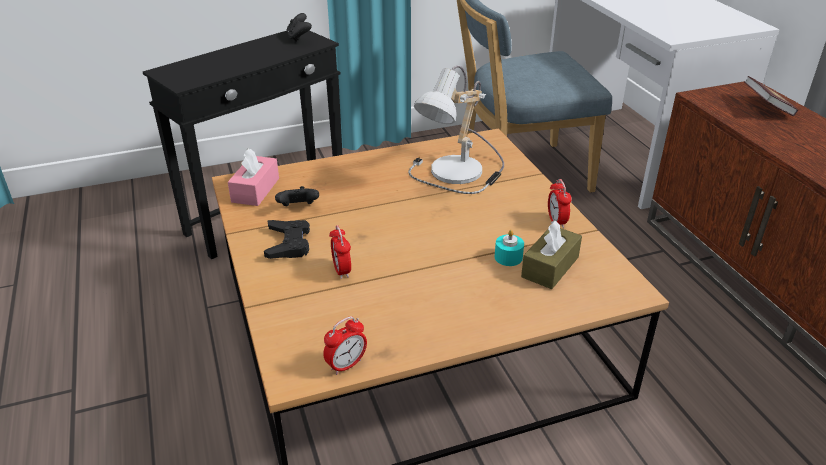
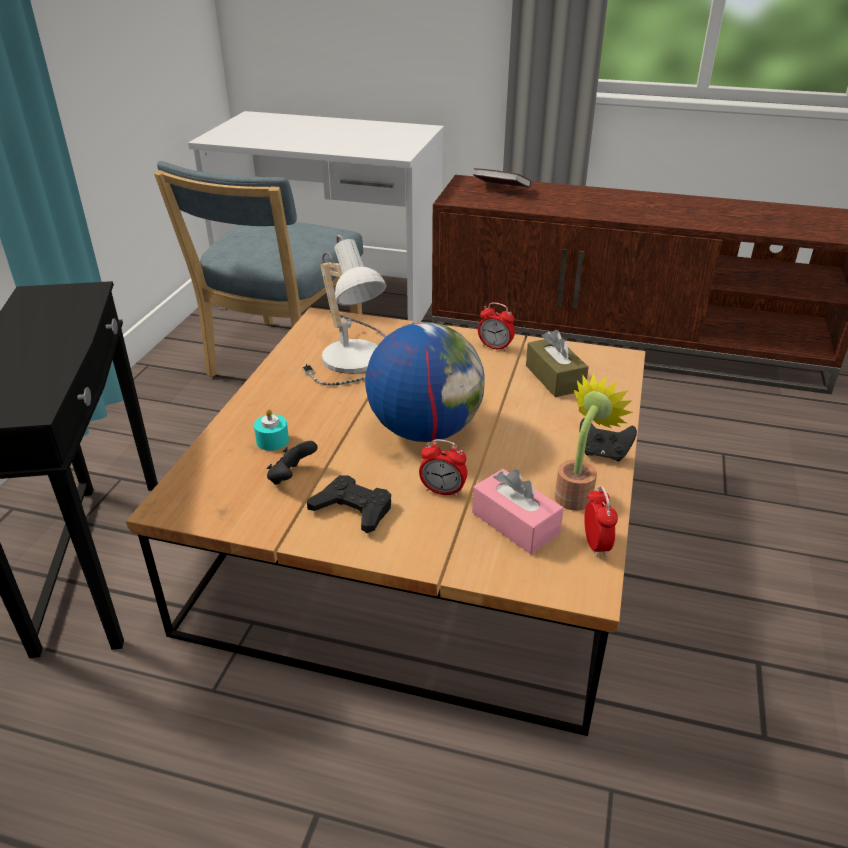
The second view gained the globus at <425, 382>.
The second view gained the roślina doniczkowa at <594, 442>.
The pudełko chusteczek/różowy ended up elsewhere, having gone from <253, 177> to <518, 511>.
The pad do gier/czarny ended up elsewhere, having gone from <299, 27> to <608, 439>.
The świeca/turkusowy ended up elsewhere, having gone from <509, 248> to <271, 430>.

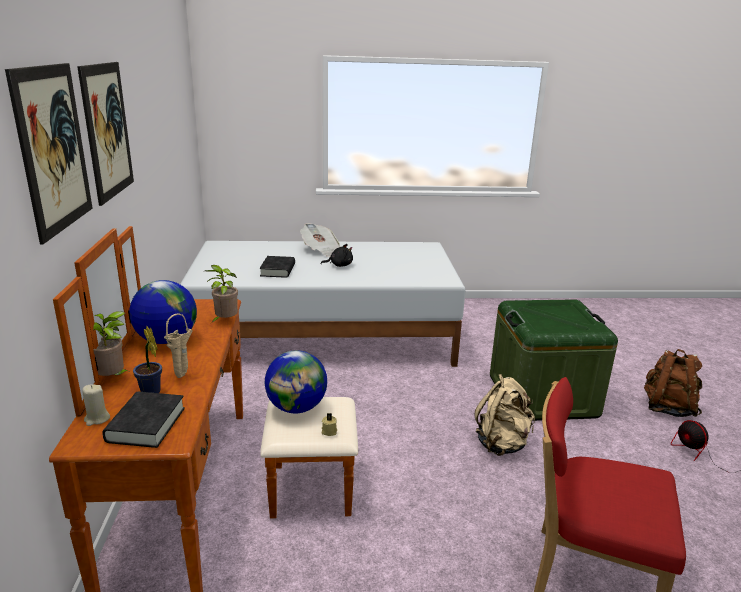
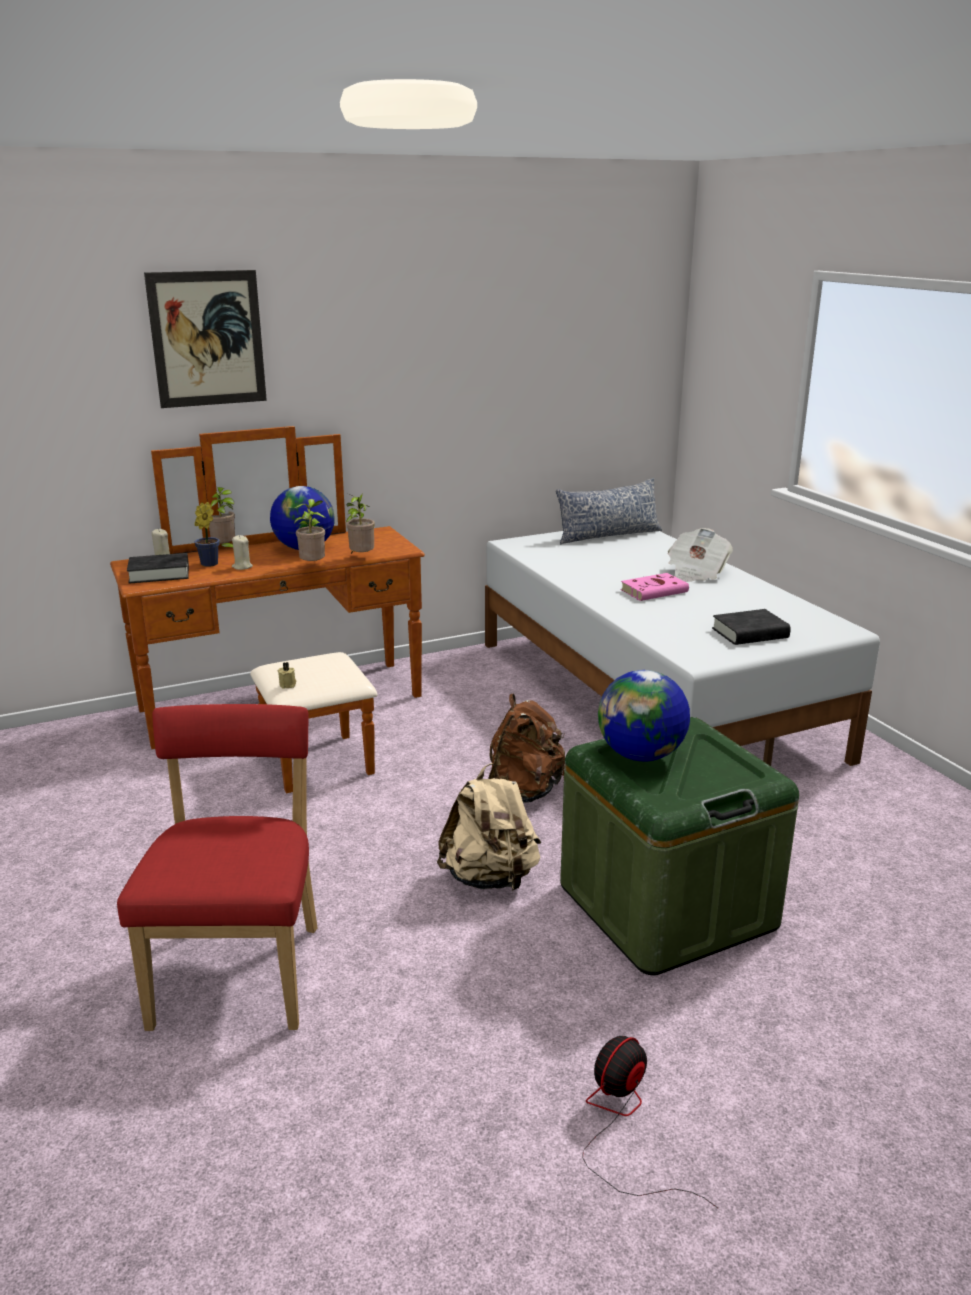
The second view lost the obraz at <105, 134>.
The second view gained the roślina doniczkowa at <309, 530>.
The second view gained the poduszka at <609, 511>.
The książka/czarny ended up elsewhere, having gone from <277, 267> to <751, 627>.
The globus ended up elsewhere, having gone from <295, 382> to <644, 715>.
The plecak/brązowy ended up elsewhere, having gone from <673, 383> to <526, 748>.
Where the wazon/beżowy stood at <178, 346>, the świeca/beżowy came to stand at <242, 552>.
Where the pluszak/czarny stood at <337, 255>, the książka/różowy came to stand at <655, 587>.

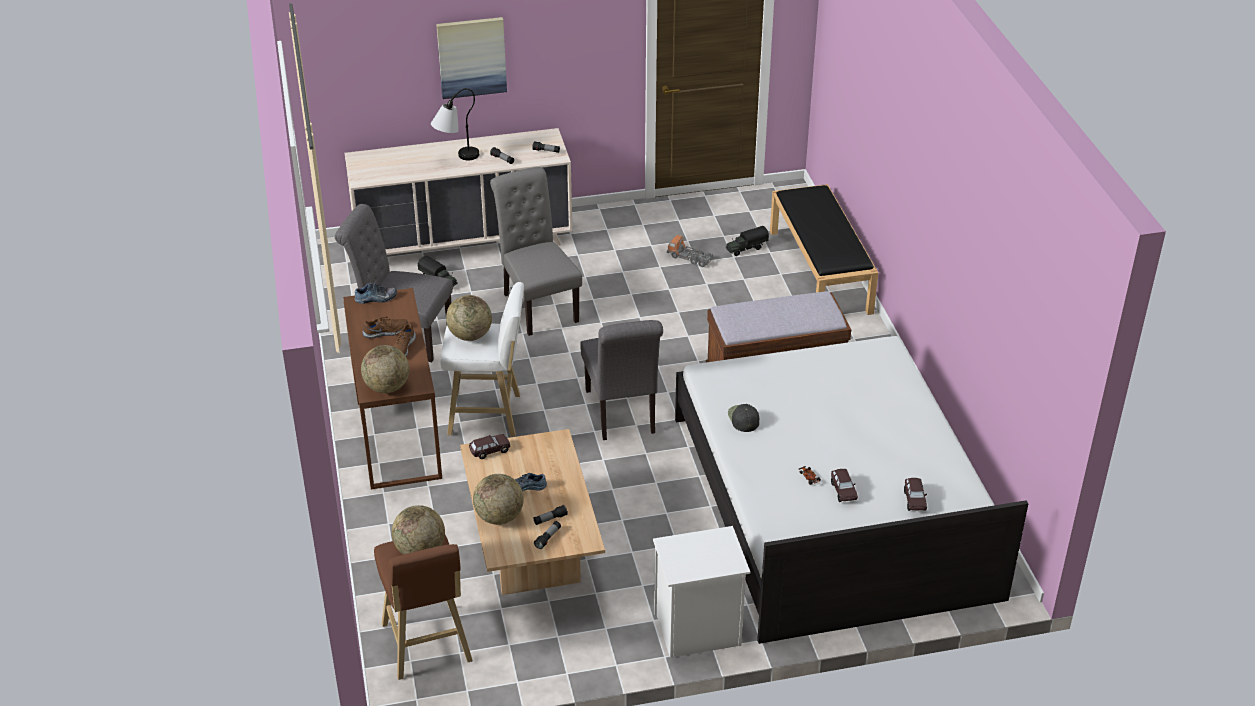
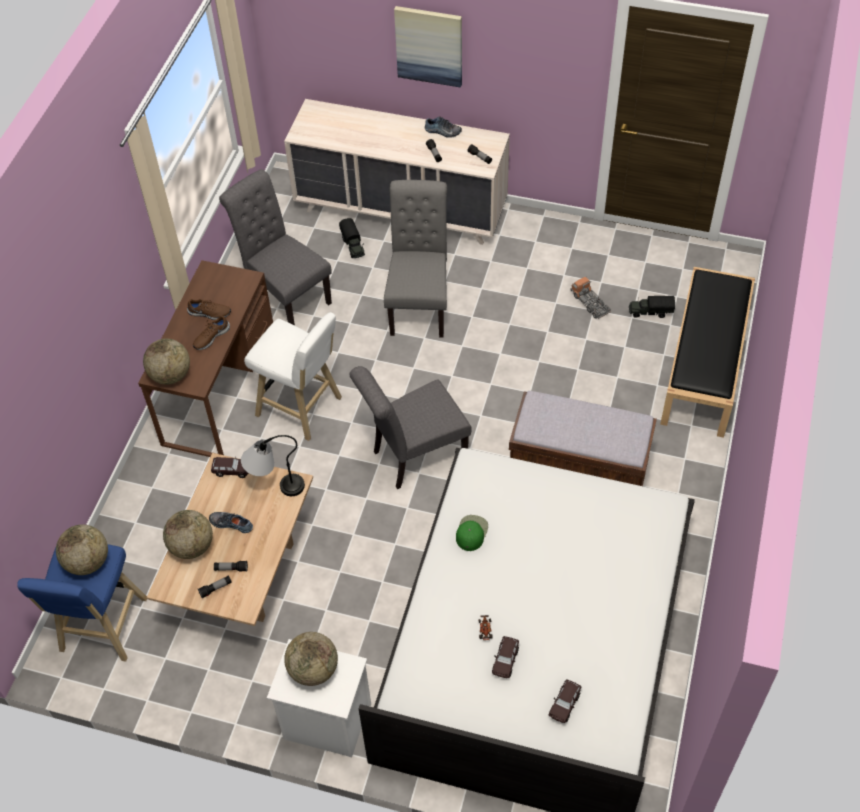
The but ended up elsewhere, having gone from <375, 293> to <443, 127>.
The lampa stołowa ended up elsewhere, having gone from <455, 124> to <273, 465>.
The globus ended up elsewhere, having gone from <469, 318> to <311, 659>.
What was the stołek/brązowy at <423, 607> turned into the stołek/niebieski at <82, 603>.
What was the czapka z daszkiem/czarny at <743, 418> turned into the czapka z daszkiem/zielony at <472, 533>.
The krzesło/szary at <621, 380> ended up facing another way, 45 degrees clockwise from before.

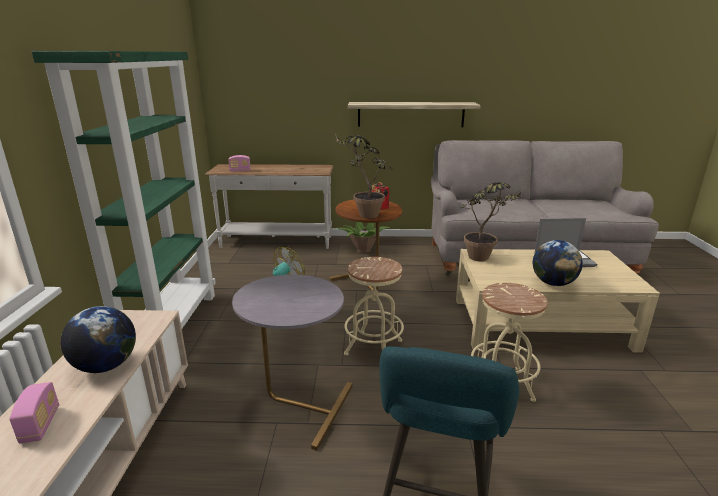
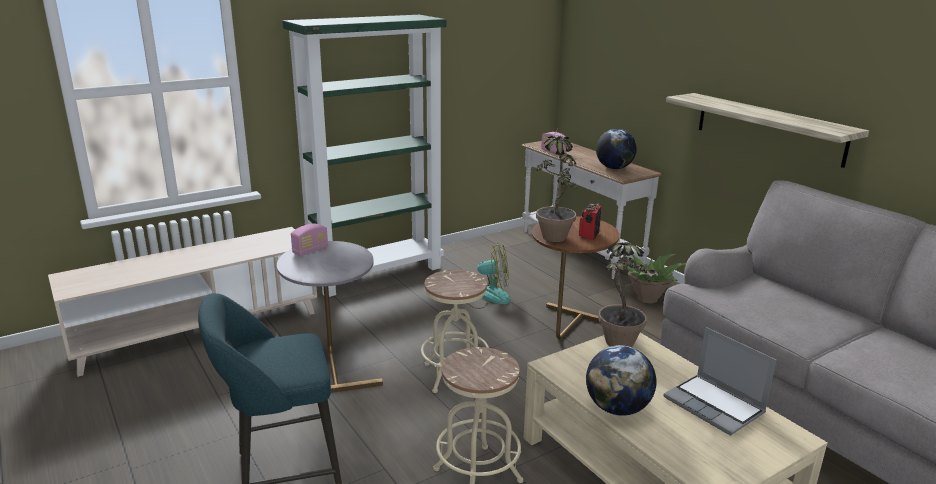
The radio ended up elsewhere, having gone from <34, 413> to <309, 240>.
The globus ended up elsewhere, having gone from <98, 339> to <616, 149>.

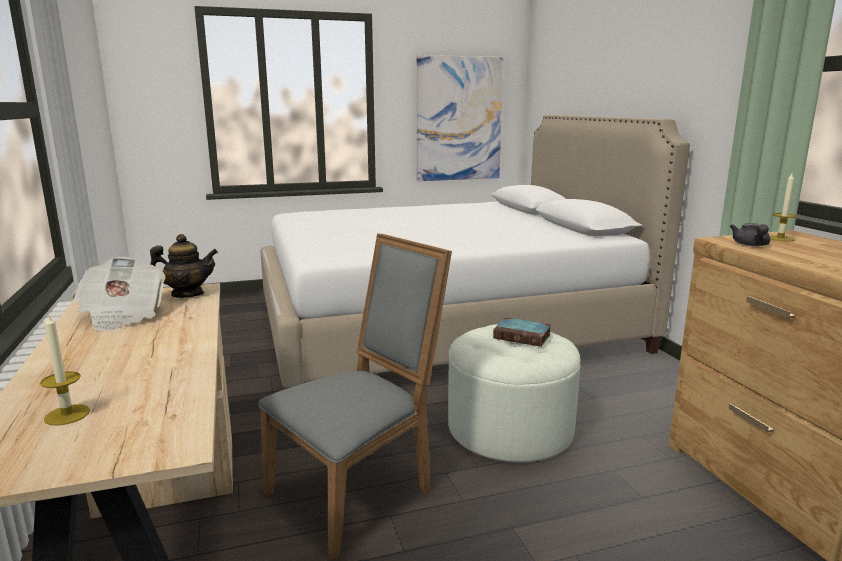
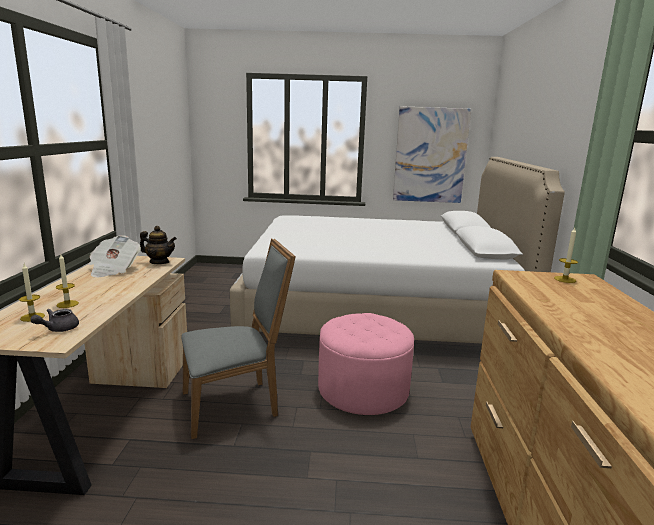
The second view lost the książka at <522, 332>.
The second view gained the świeca at <67, 281>.
The imbryk/szary ended up elsewhere, having gone from <750, 234> to <54, 320>.
What was the pufa/biały at <514, 393> turned into the pufa/różowy at <366, 364>.

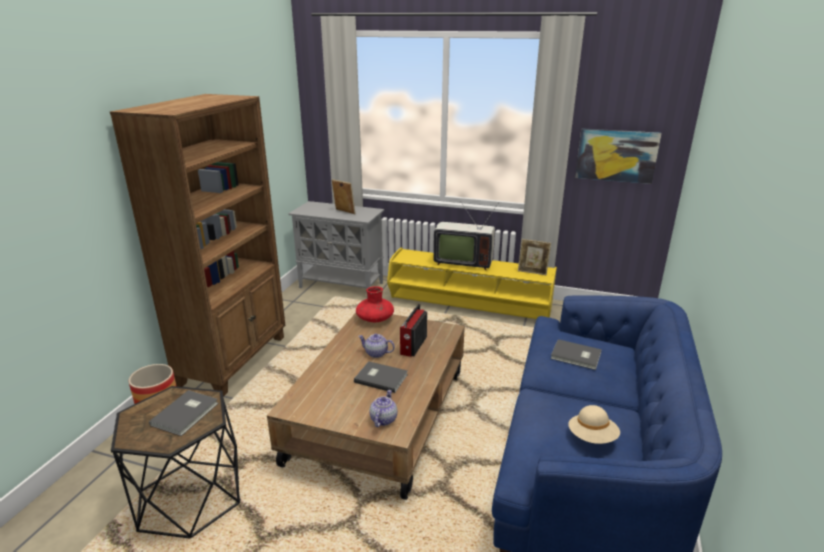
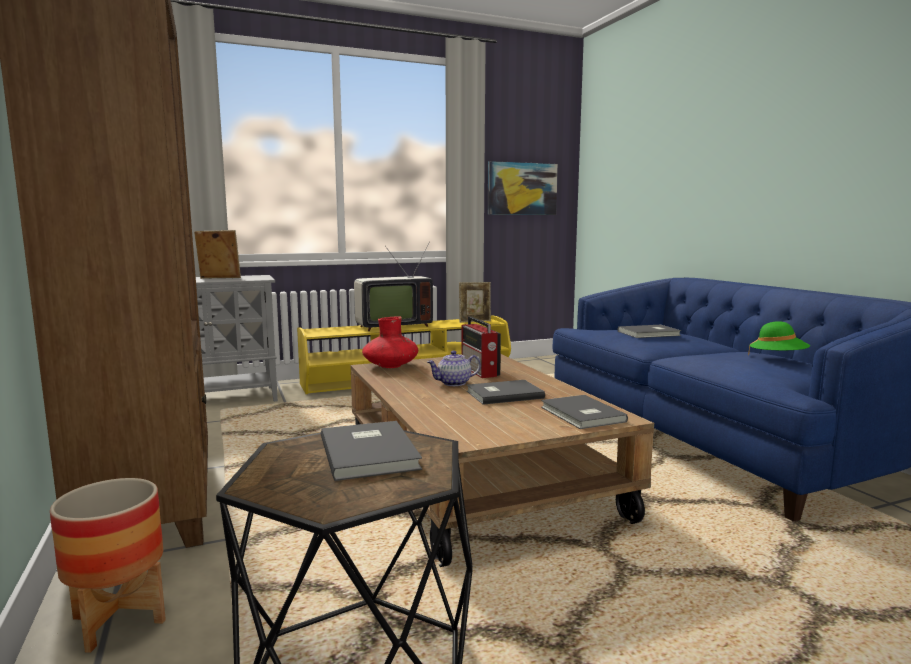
Where the imbryk stood at <383, 408>, the książka/szary came to stand at <584, 412>.
What was the kapelusz/beżowy at <594, 424> turned into the kapelusz/zielony at <779, 338>.

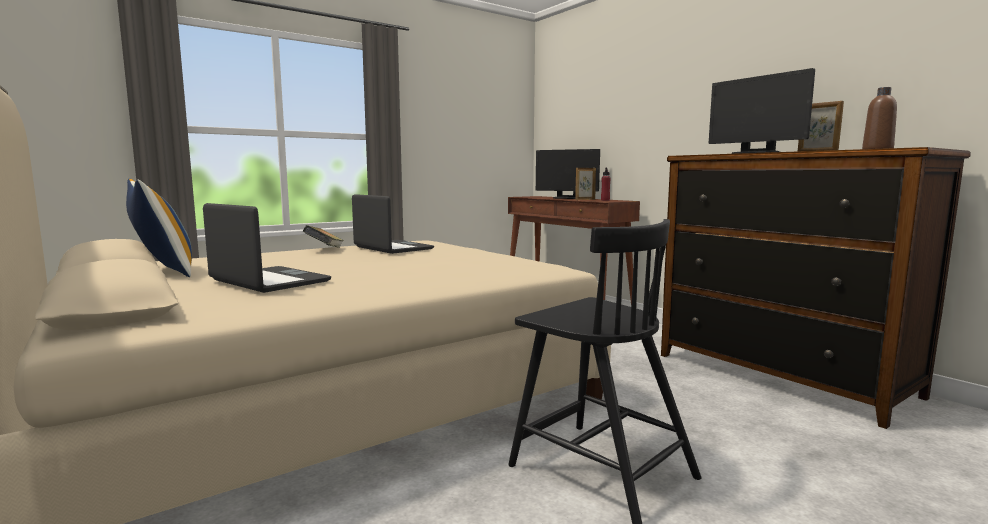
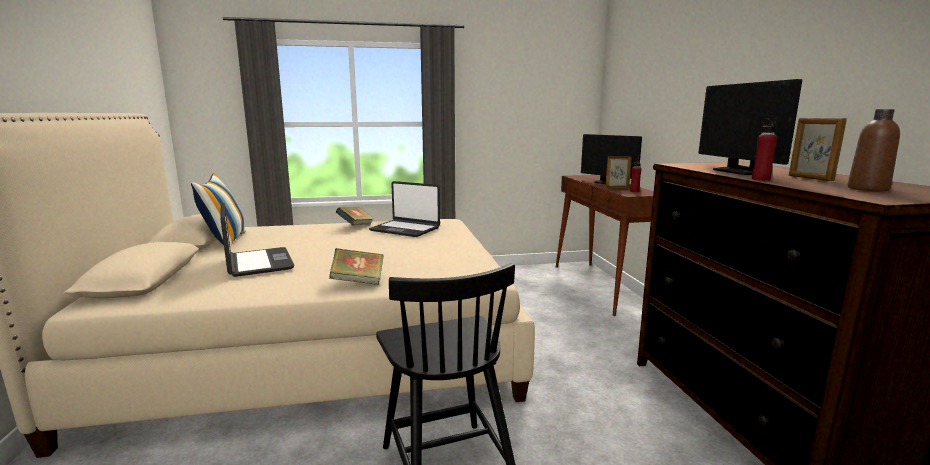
The second view gained the książka at <356, 266>.
The second view gained the butelka/czerwony at <764, 149>.
The laptop at <393, 224> ended up facing another way, 135 degrees clockwise from before.

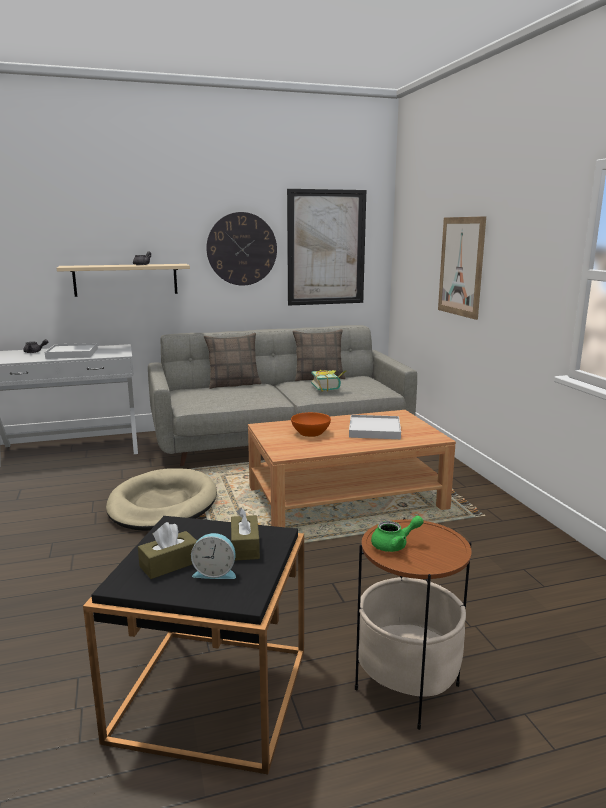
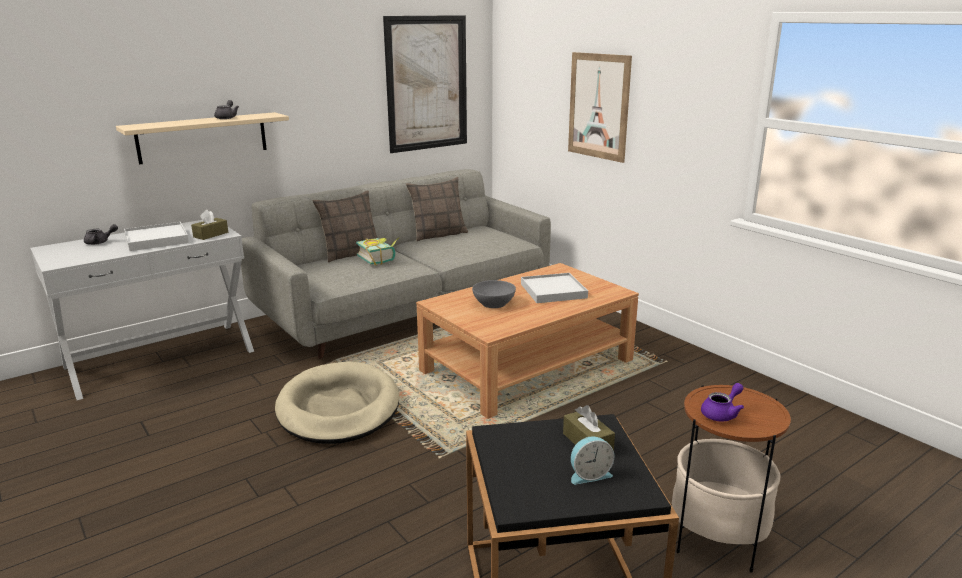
The second view lost the zegar ścienny at <241, 249>.
The pudełko chusteczek/brązowy ended up elsewhere, having gone from <167, 550> to <209, 225>.
The książka ended up elsewhere, having gone from <328, 381> to <377, 252>.
What was the miska/pomarańczowy at <311, 424> turned into the miska/szary at <494, 294>.
What was the imbryk/zielony at <397, 534> turned into the imbryk/fioletowy at <722, 402>.

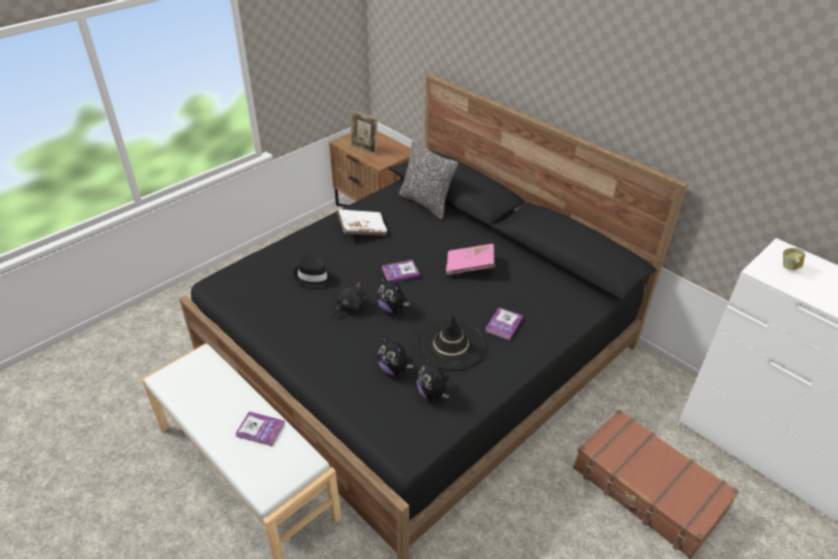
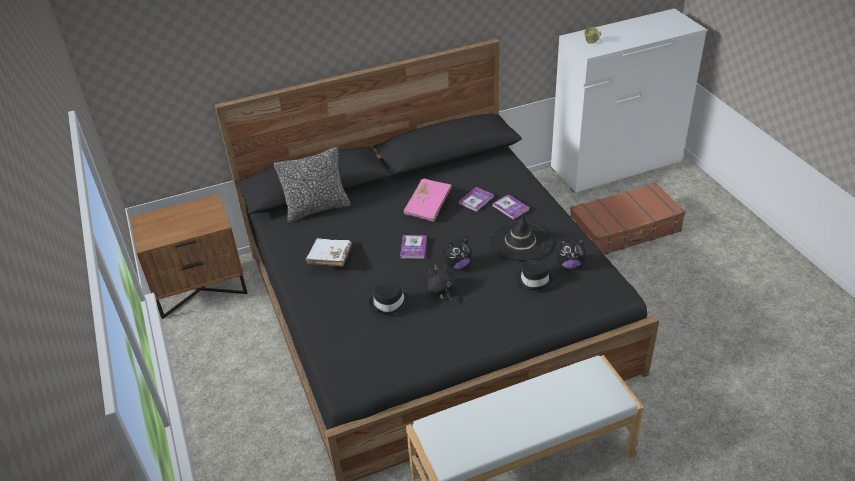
The second view lost the ramka na zdjęcie at <364, 132>.
The książka ended up elsewhere, having gone from <260, 428> to <476, 199>.
Where the pluszak stood at <395, 355>, the kapelusz/czarny came to stand at <534, 275>.

